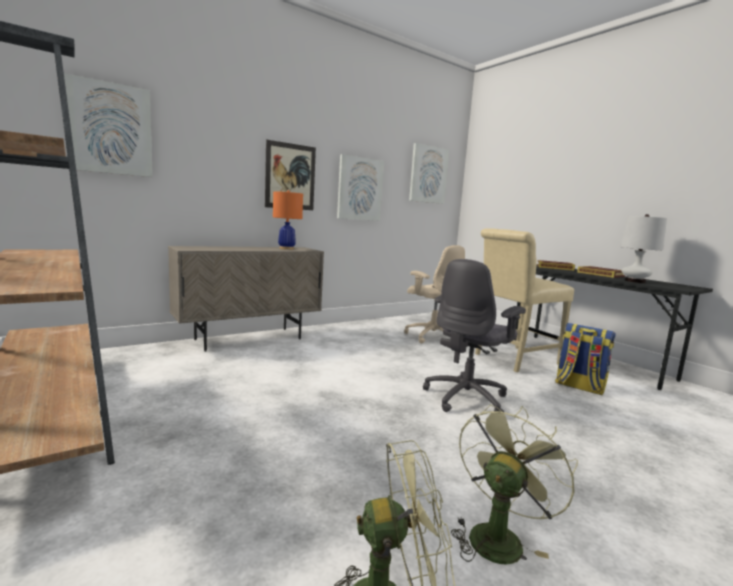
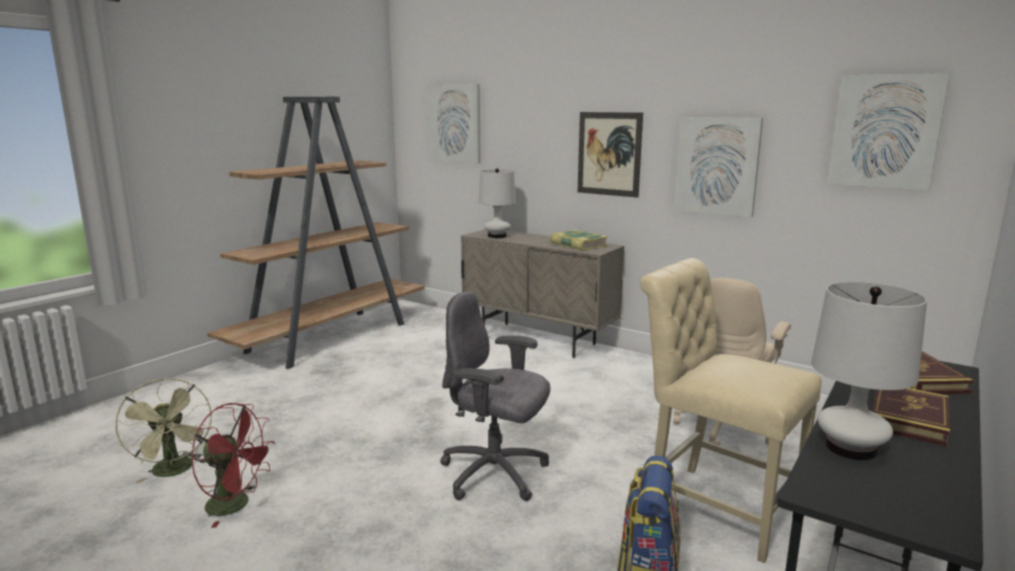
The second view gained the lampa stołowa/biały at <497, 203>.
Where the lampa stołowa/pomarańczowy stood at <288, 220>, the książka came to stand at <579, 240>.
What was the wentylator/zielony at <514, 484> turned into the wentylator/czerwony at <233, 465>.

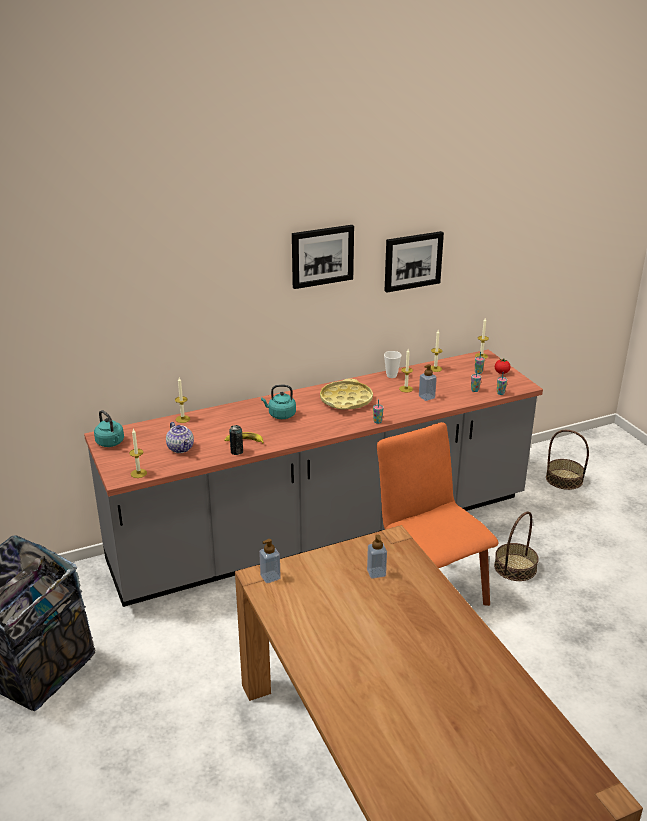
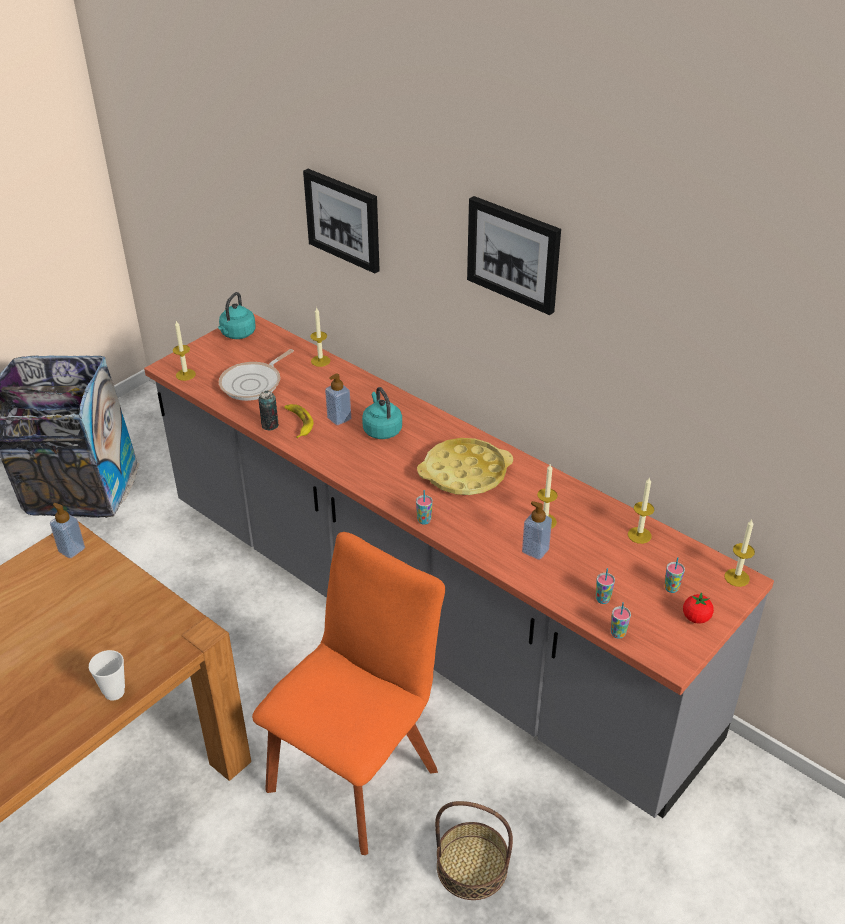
The second view lost the koszyk at <567, 460>.
The dozownik mydła ended up elsewhere, having gone from <377, 556> to <338, 399>.
The filiżanka ended up elsewhere, having gone from <393, 364> to <107, 675>.
The obraz ended up elsewhere, having gone from <414, 262> to <341, 221>.
Where the imbryk stood at <180, 437>, the patelnia came to stand at <256, 375>.

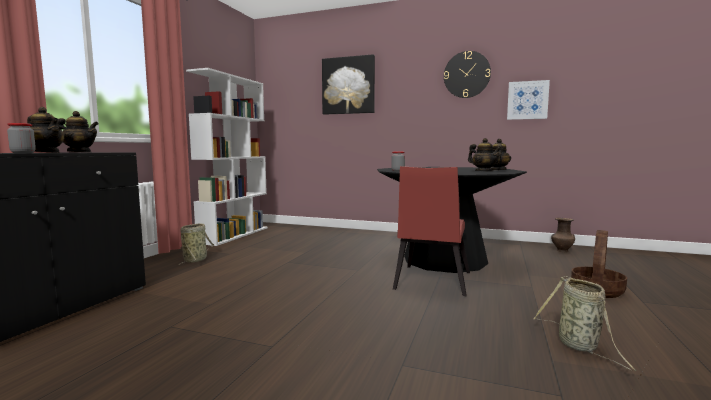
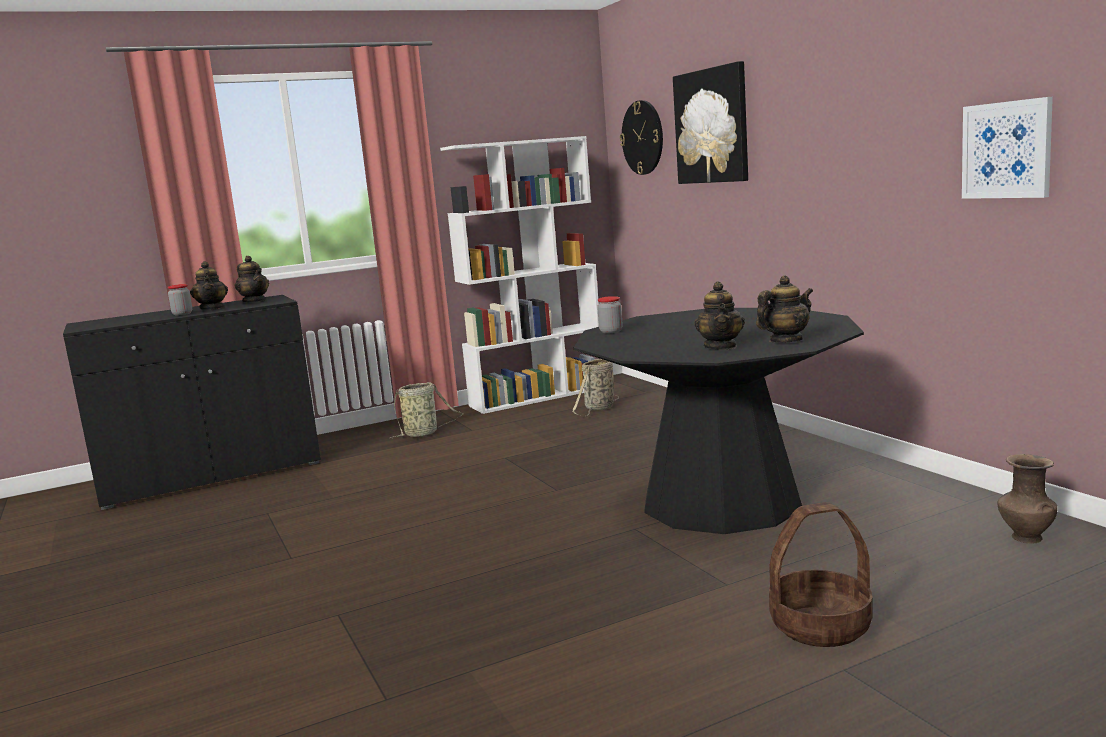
The second view lost the krzesło/czerwony at <431, 231>.
The zegar ścienny ended up elsewhere, having gone from <467, 74> to <641, 137>.
The koszyk ended up elsewhere, having gone from <585, 323> to <595, 388>.

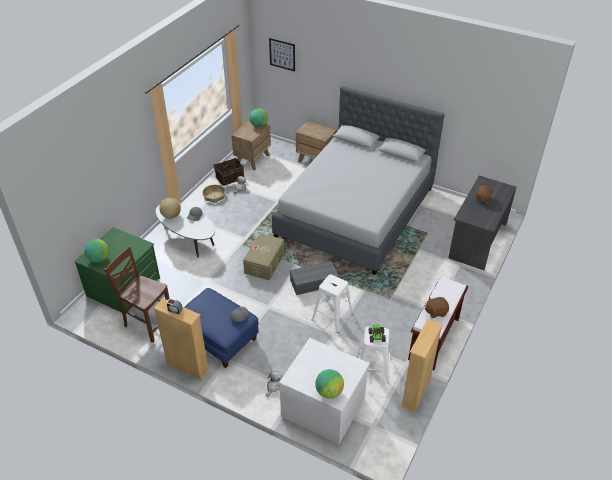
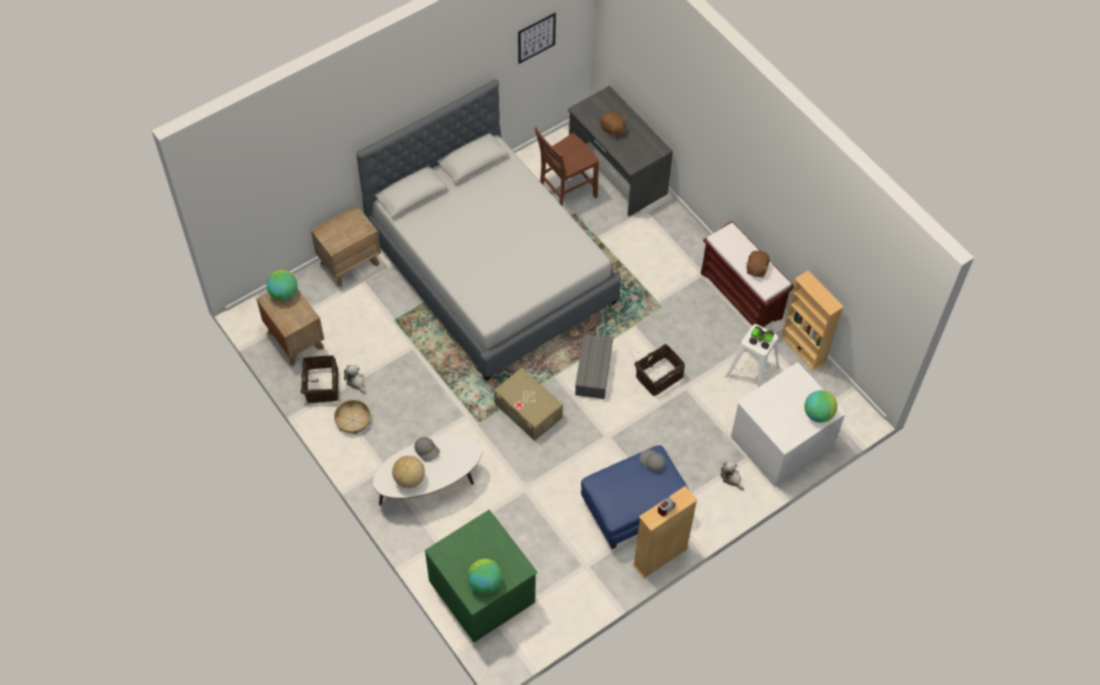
The krzesło/brązowy ended up elsewhere, having gone from <137, 294> to <566, 166>.
The obraz ended up elsewhere, having gone from <282, 54> to <537, 38>.
Where the stołek/biały stood at <332, 303>, the koszyk came to stand at <658, 370>.

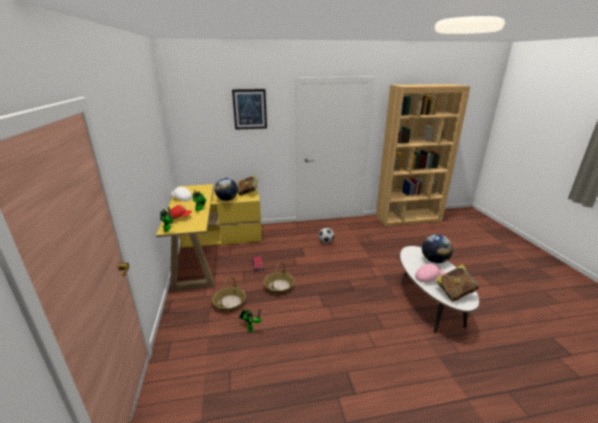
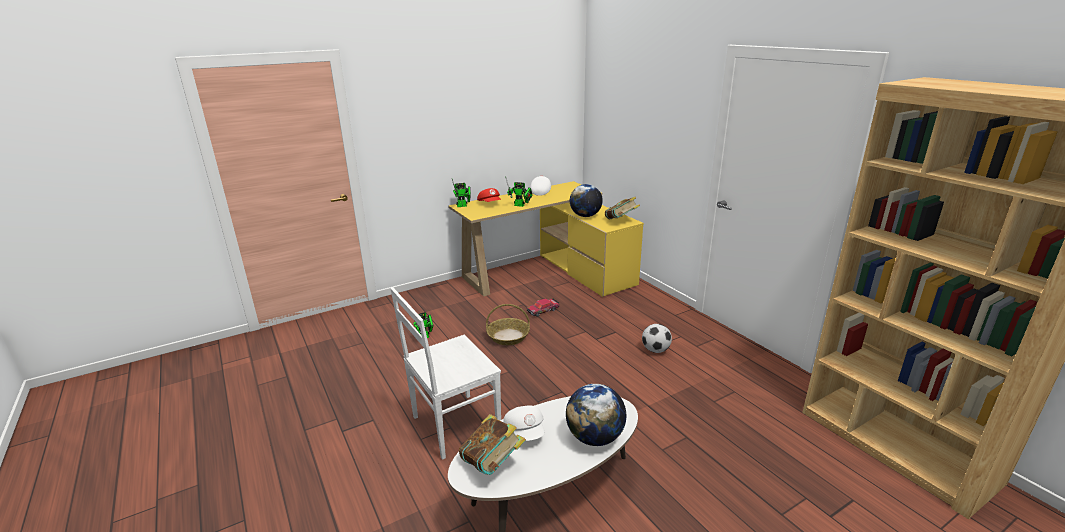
The second view lost the koszyk at <229, 294>.
The second view lost the obraz at <249, 109>.
The second view gained the krzesło/biały at <445, 373>.
What was the czapka z daszkiem/różowy at <430, 273> turned into the czapka z daszkiem/biały at <524, 423>.

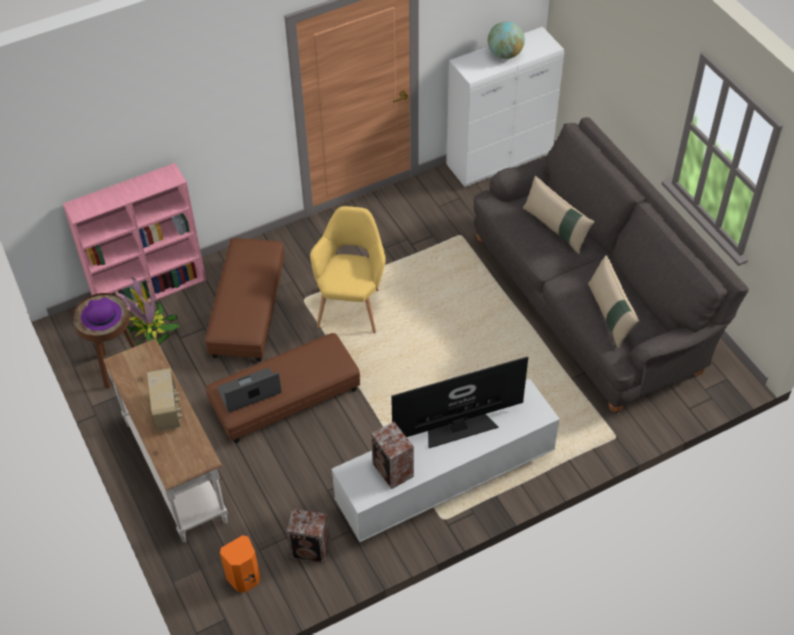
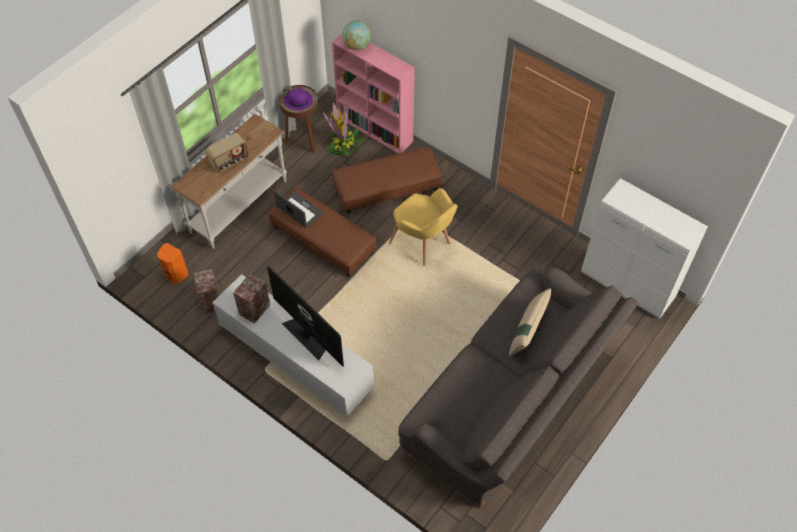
The second view lost the poduszka/beżowy at <613, 302>.
The globus ended up elsewhere, having gone from <506, 40> to <356, 35>.
The fotel/żółty at <348, 270> ended up facing another way, 60 degrees clockwise from before.

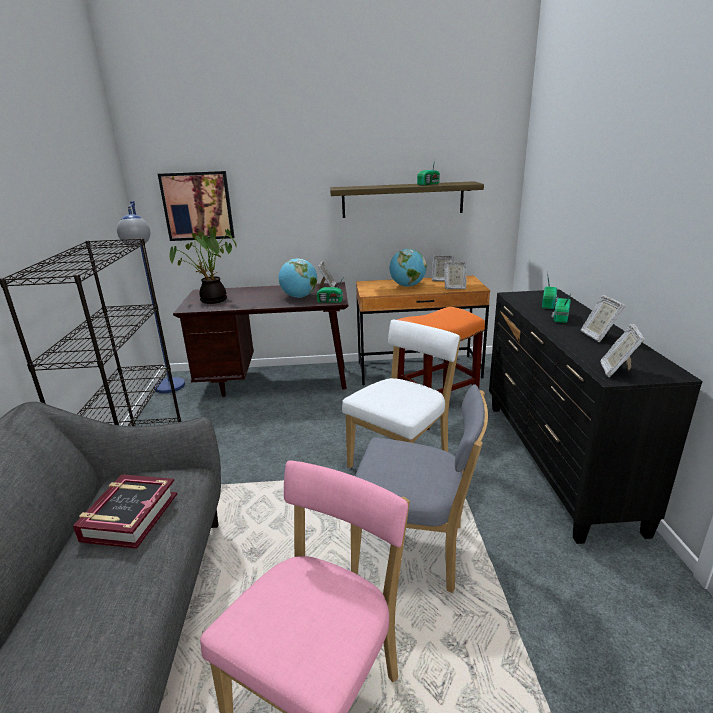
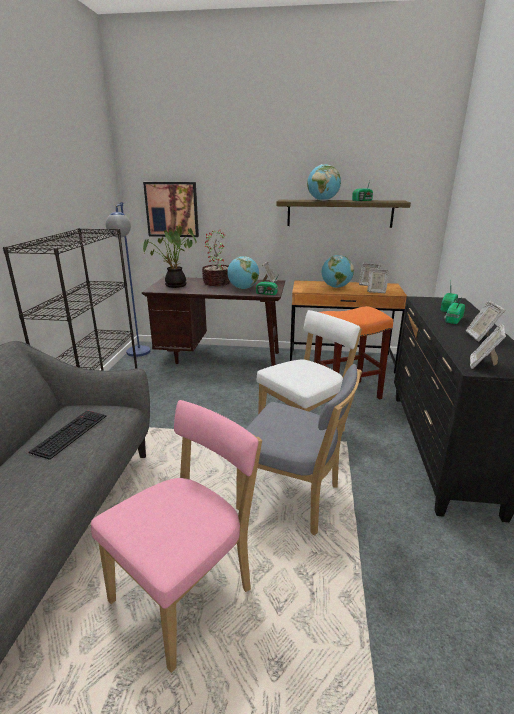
The second view gained the roślina doniczkowa at <216, 258>.
The second view gained the globus at <324, 182>.
Where the książka stood at <125, 511>, the klawiatura came to stand at <67, 435>.

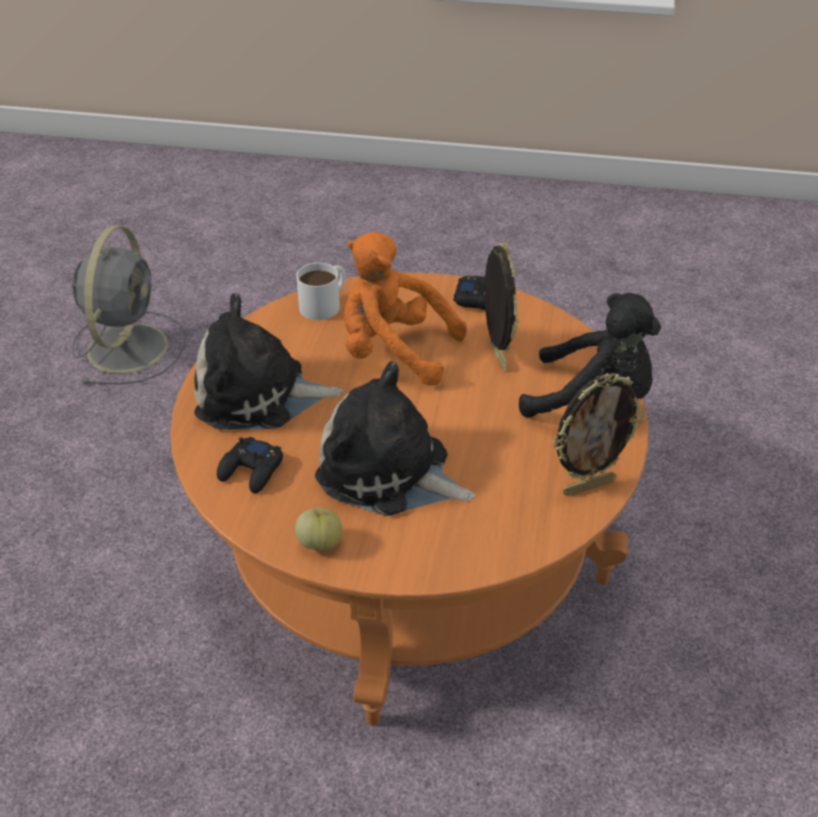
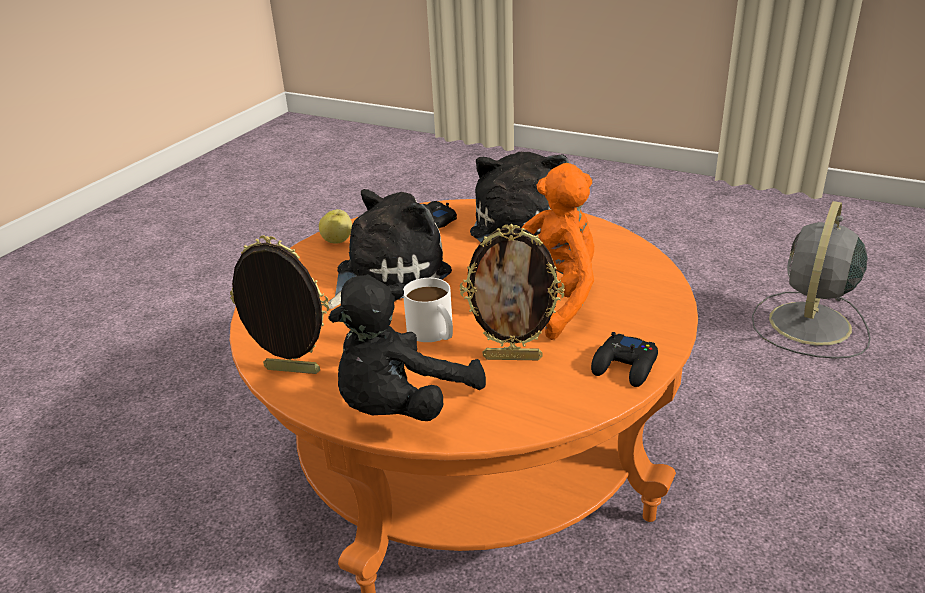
The kubek/biały ended up elsewhere, having gone from <321, 291> to <428, 310>.
The wentylator/szary at <129, 305> ended up facing another way, 90 degrees clockwise from before.
The ramka na zdjęcie at <599, 434> ended up facing another way, 105 degrees clockwise from before.

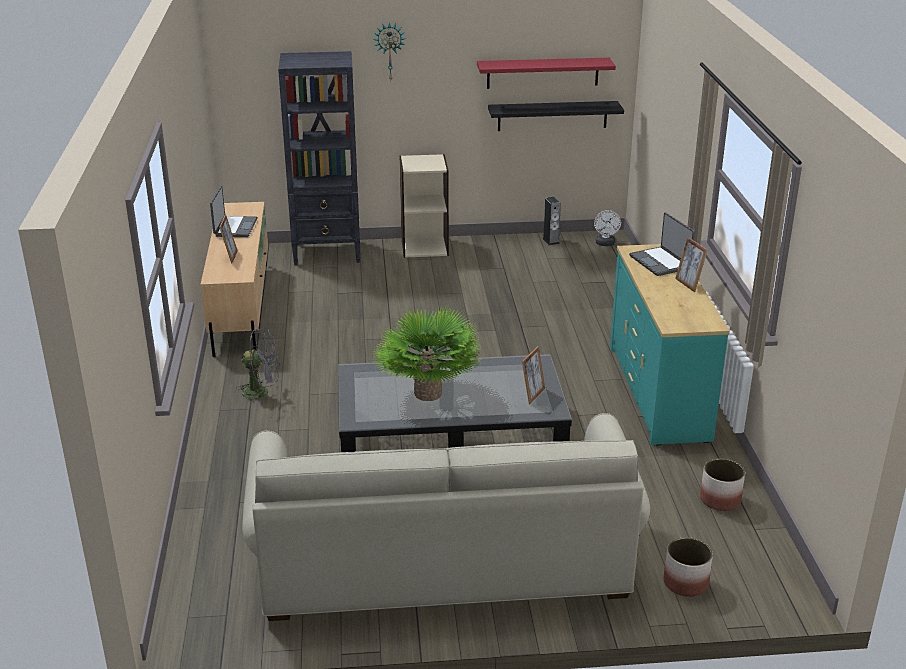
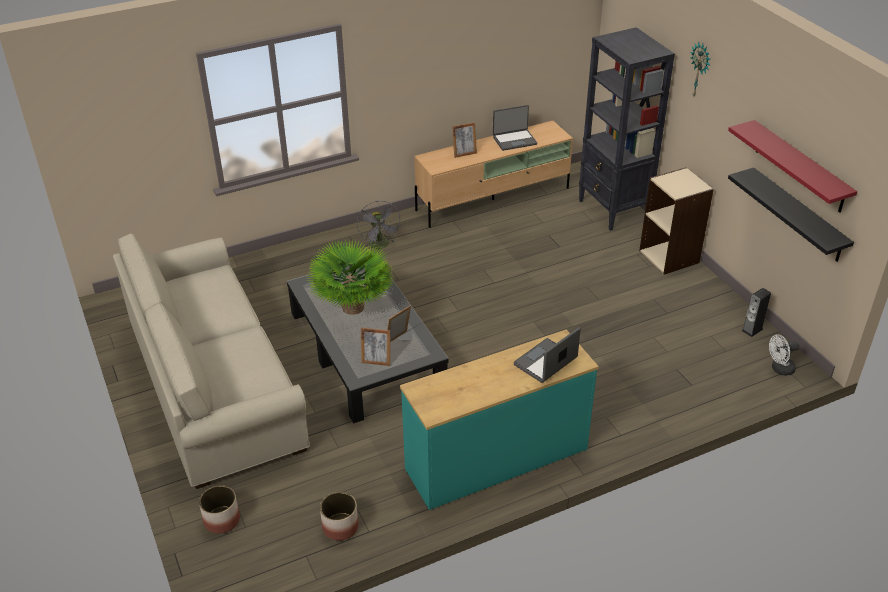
The ramka na zdjęcie ended up elsewhere, having gone from <691, 264> to <399, 323>.

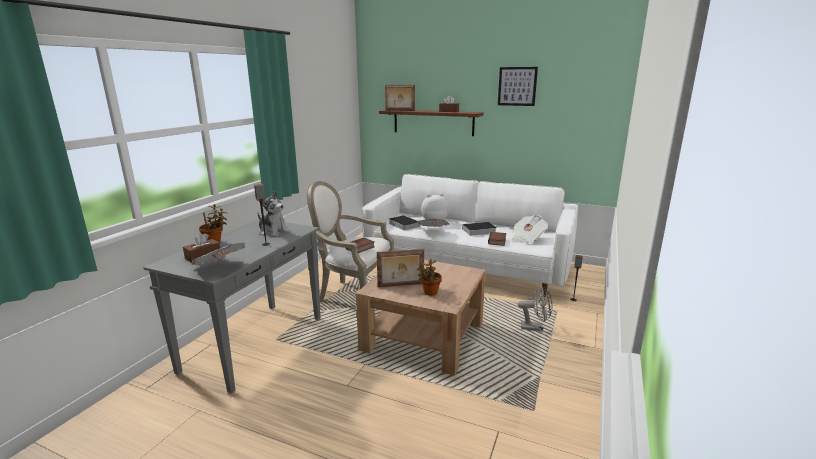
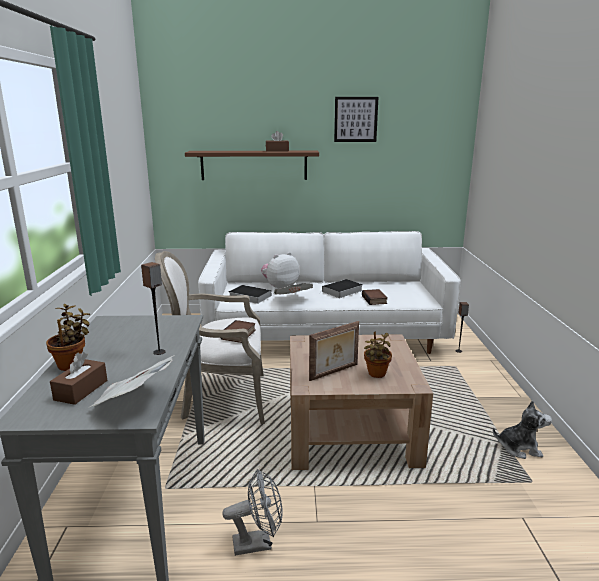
The second view lost the ramka na zdjęcie at <400, 98>.
The second view lost the gazeta at <529, 229>.
The pluszak ended up elsewhere, having gone from <274, 214> to <522, 429>.
The wentylator/szary ended up elsewhere, having gone from <535, 308> to <252, 512>.

